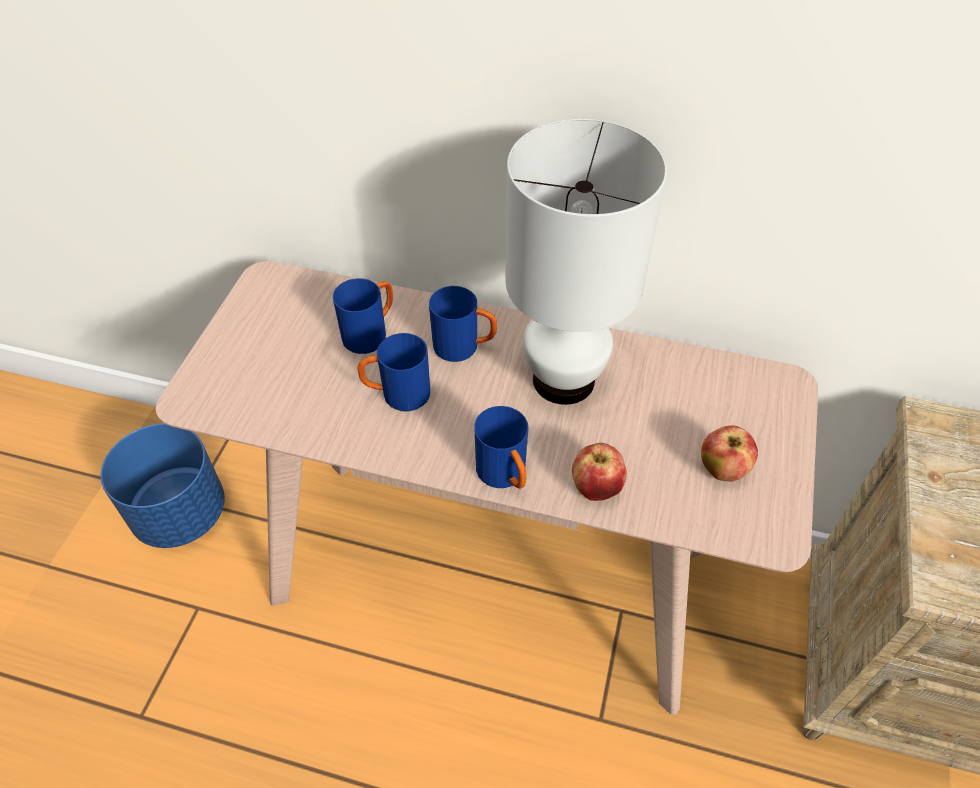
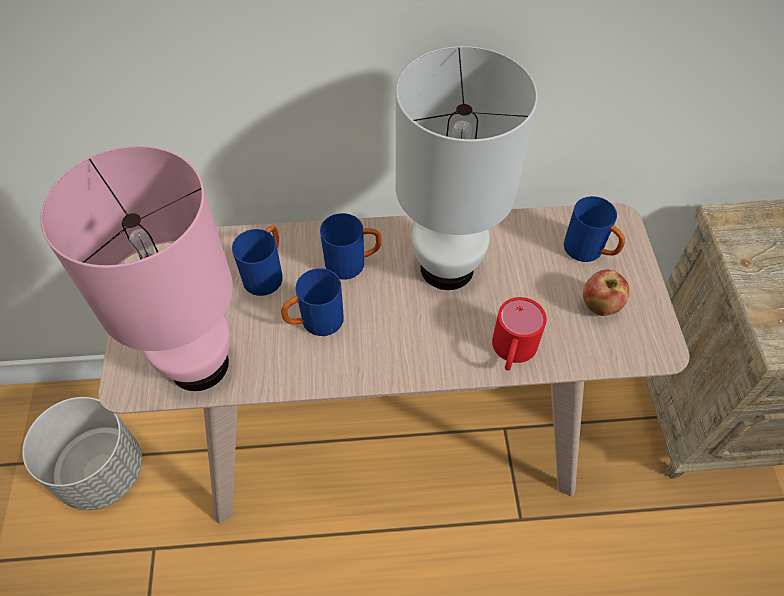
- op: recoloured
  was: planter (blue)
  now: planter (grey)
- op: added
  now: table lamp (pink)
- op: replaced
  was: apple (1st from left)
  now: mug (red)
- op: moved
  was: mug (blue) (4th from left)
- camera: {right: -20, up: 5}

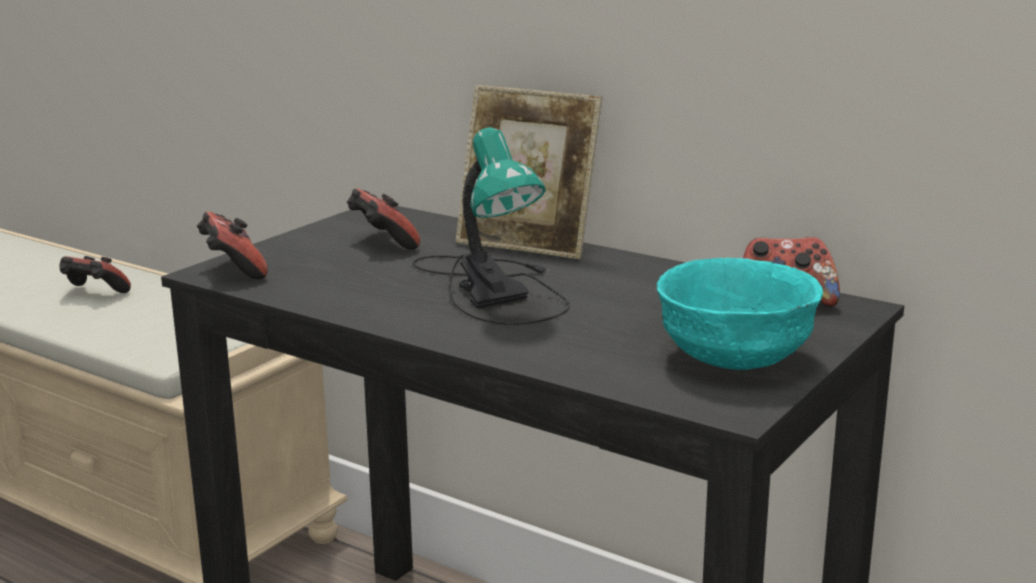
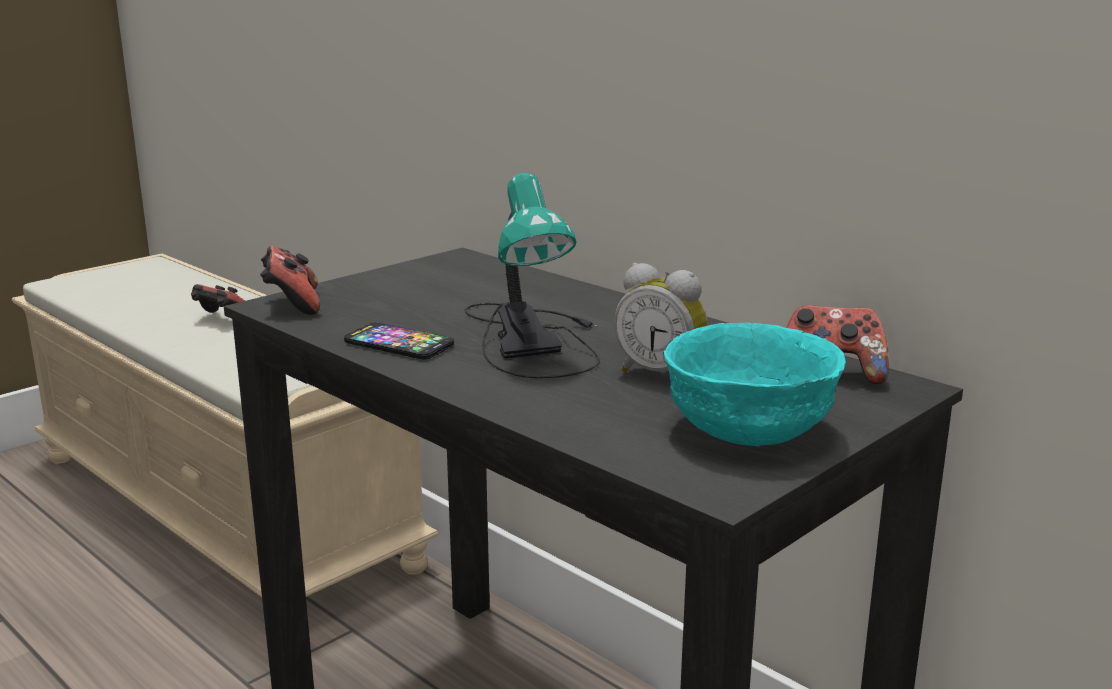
- op: added
  now: phone
- op: added
  now: alarm clock
- op: removed
  was: game controller (3rd from left)
- op: removed
  was: picture frame
- camera: {right: 10, up: 0}

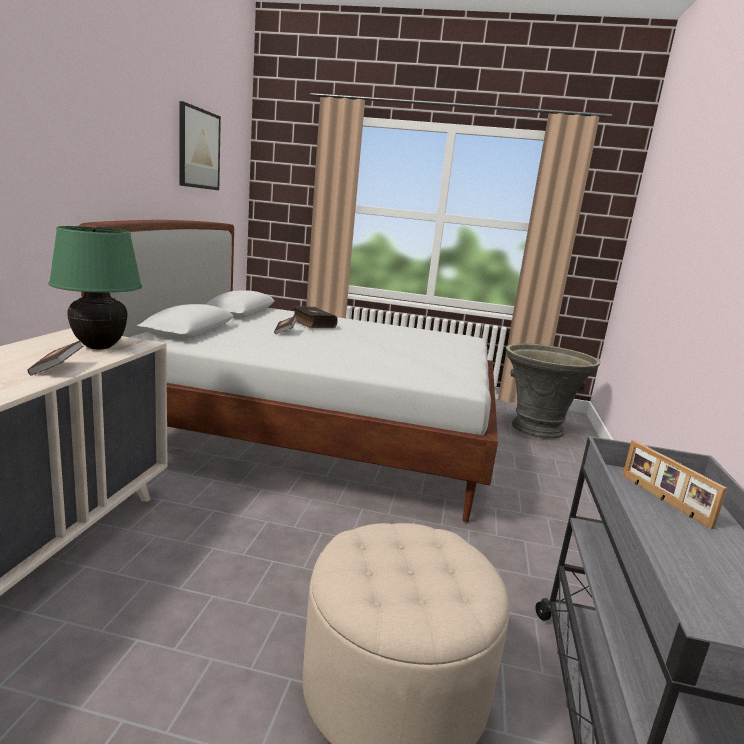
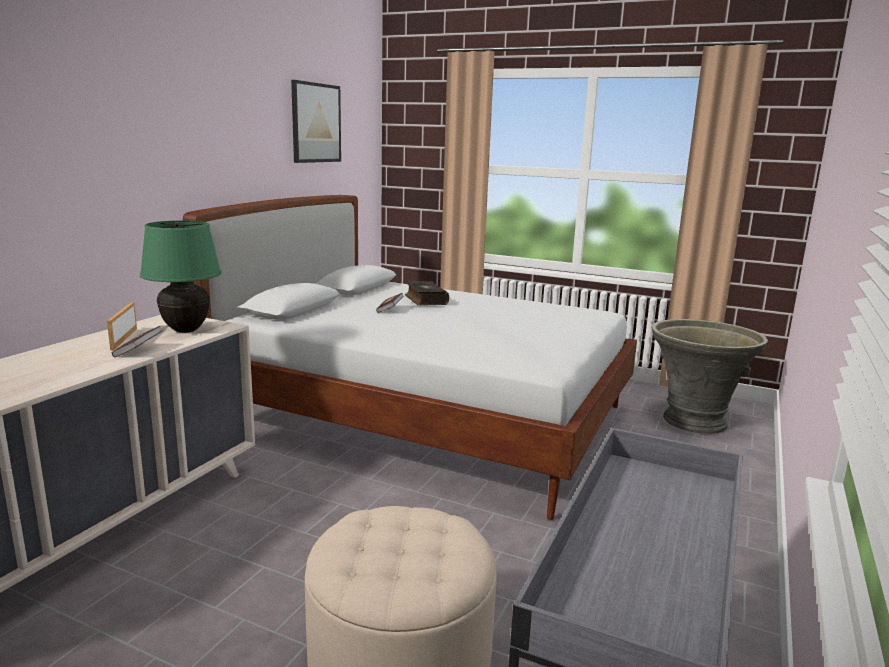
- op: moved
  was: picture frame
- camera: {right: 15, up: 0}

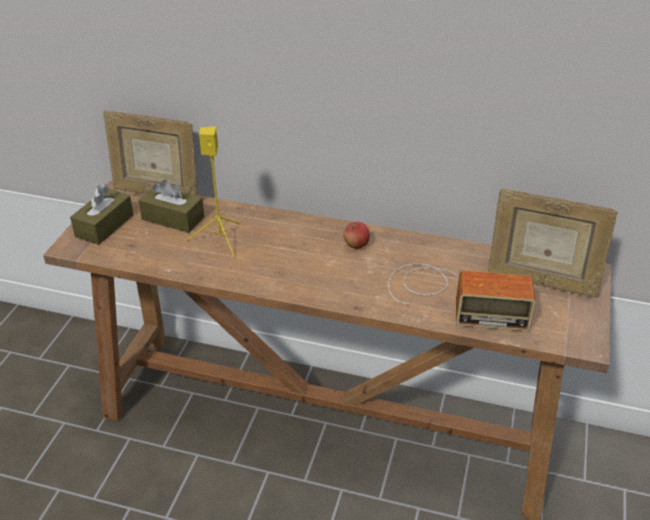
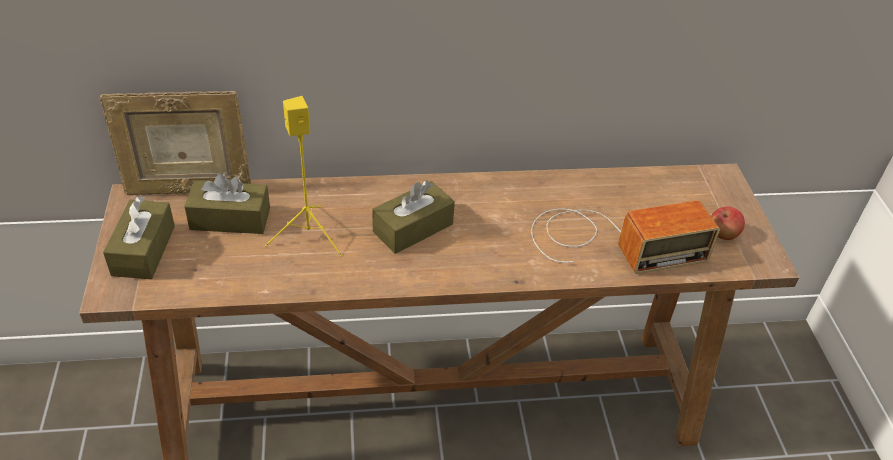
- op: added
  now: tissue box (brown) (3rd from left)
- op: moved
  was: apple
- op: removed
  was: picture frame (2nd from left)
- camera: {right: -25, up: 5}

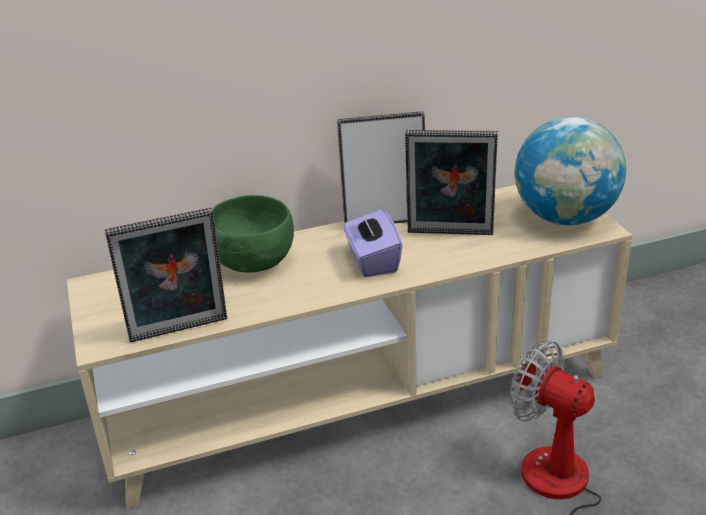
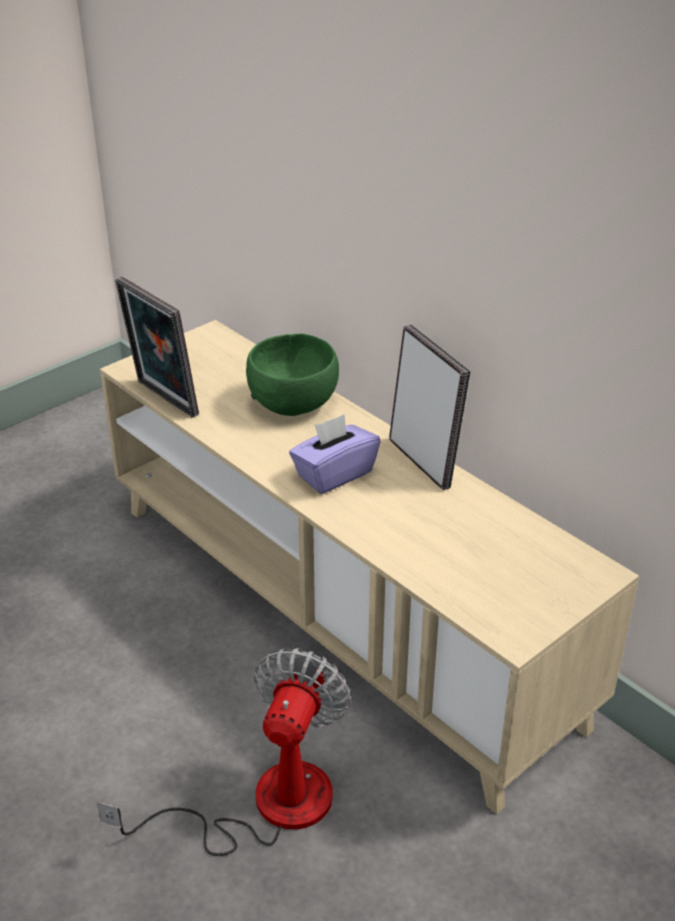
- op: removed
  was: picture frame (3rd from left)
- op: removed
  was: globe
- camera: {right: 65, up: 5}

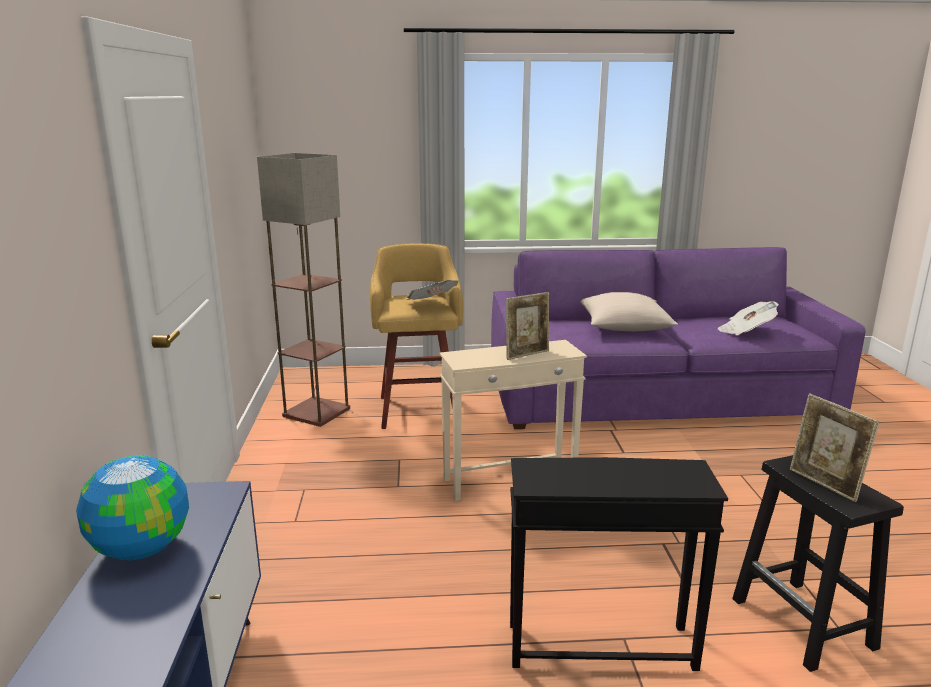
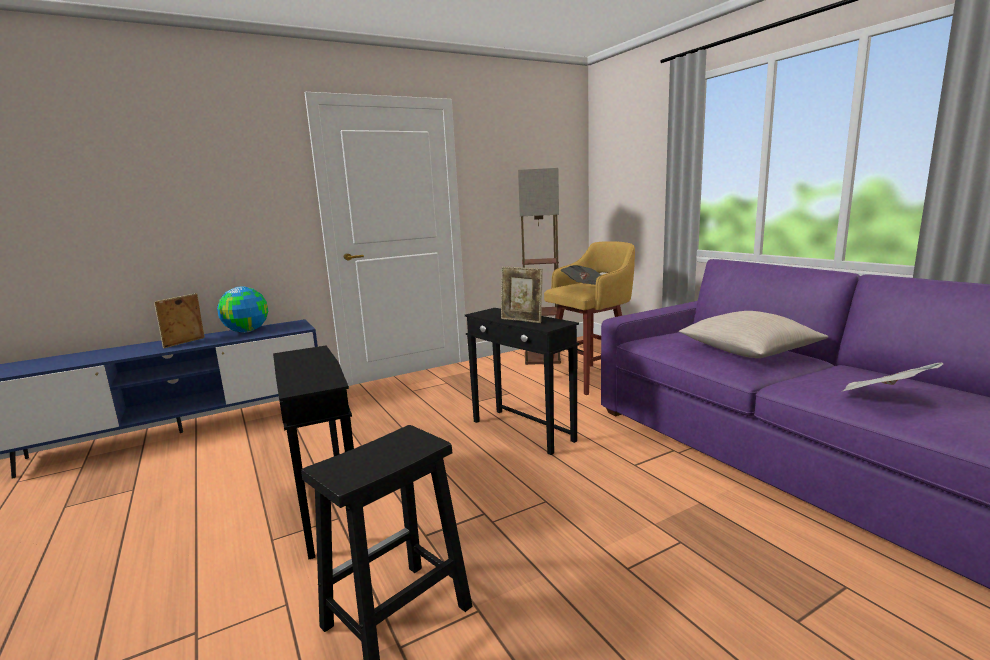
- op: moved
  was: picture frame (2nd from left in the first image)
  now: picture frame (1st from left)
- op: recoloured
  was: side table (beige)
  now: side table (black) (2nd from left)
- camera: {right: 65, up: -5}

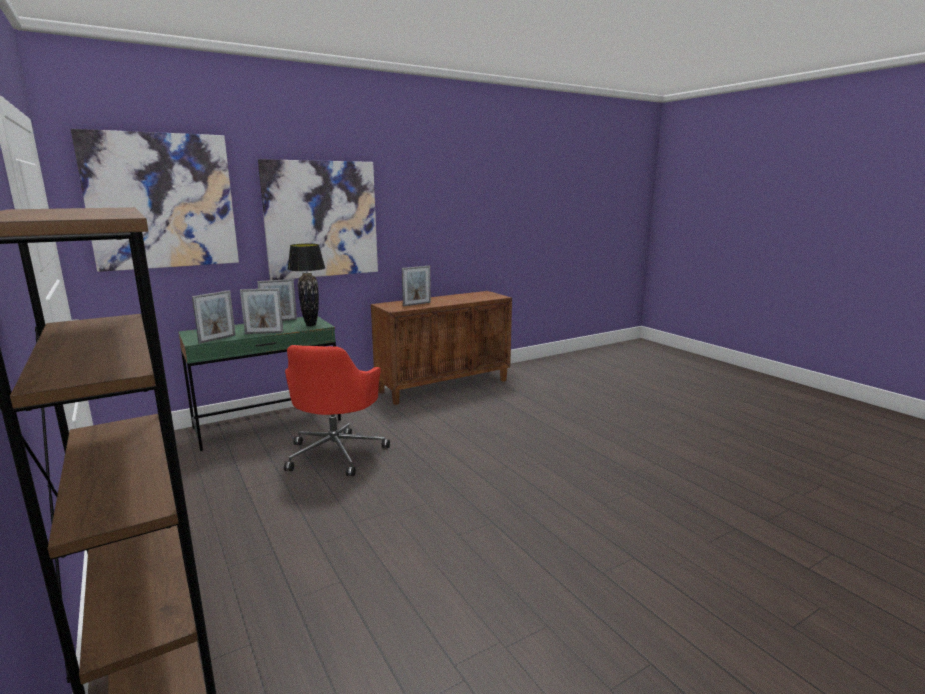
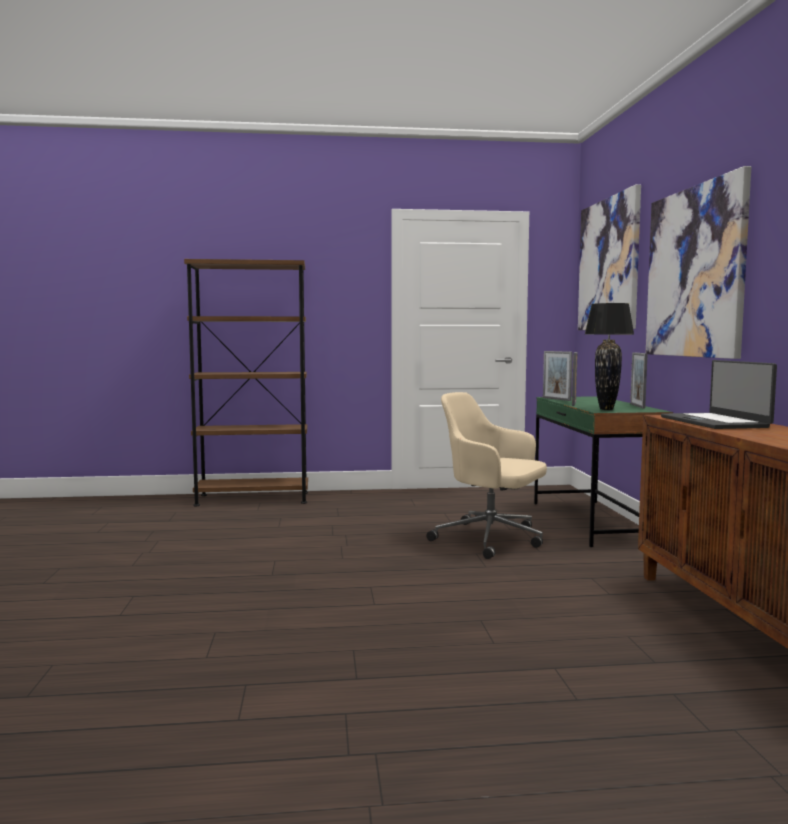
- op: recoloured
  was: office chair (red)
  now: office chair (beige)
- op: replaced
  was: picture frame (4th from left)
  now: laptop
- camera: {right: 115, up: -10}

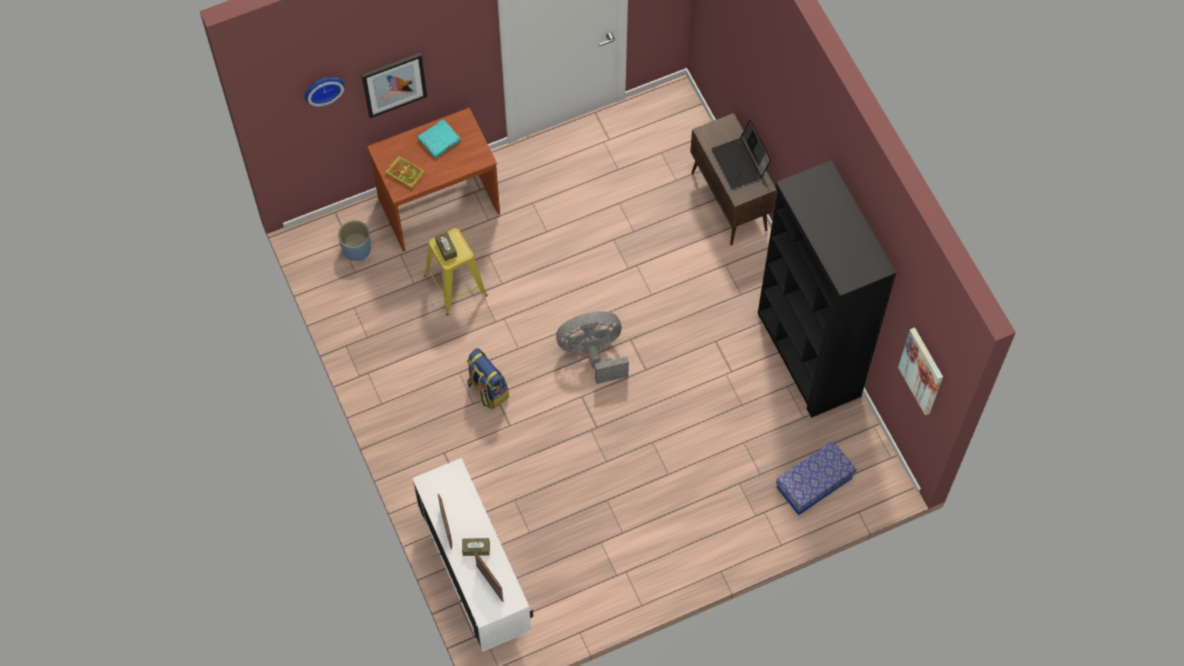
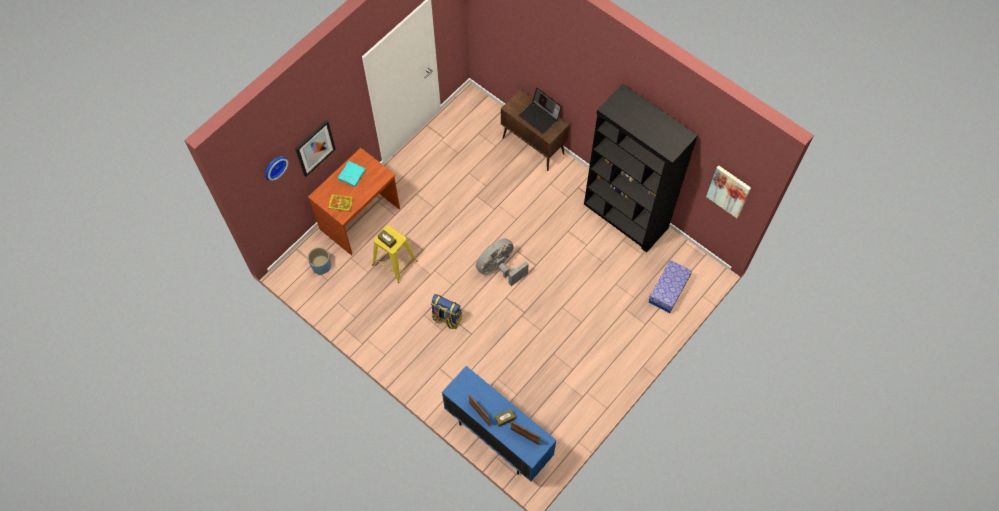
- op: recoloured
  was: cabinet (white)
  now: cabinet (blue)
- camera: {right: -25, up: 0}

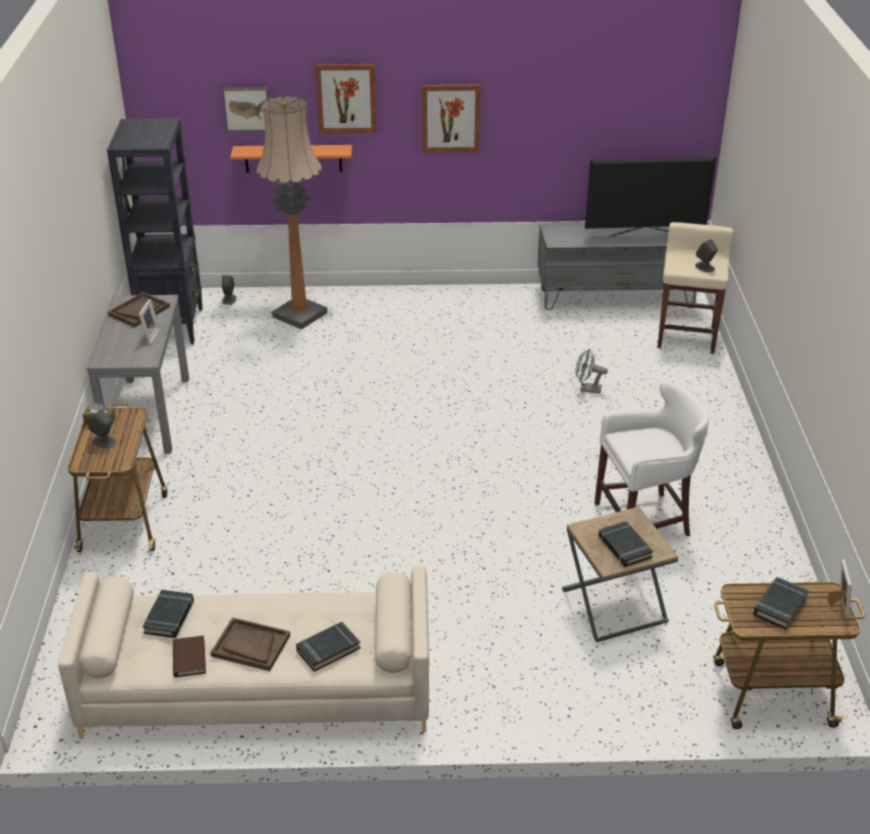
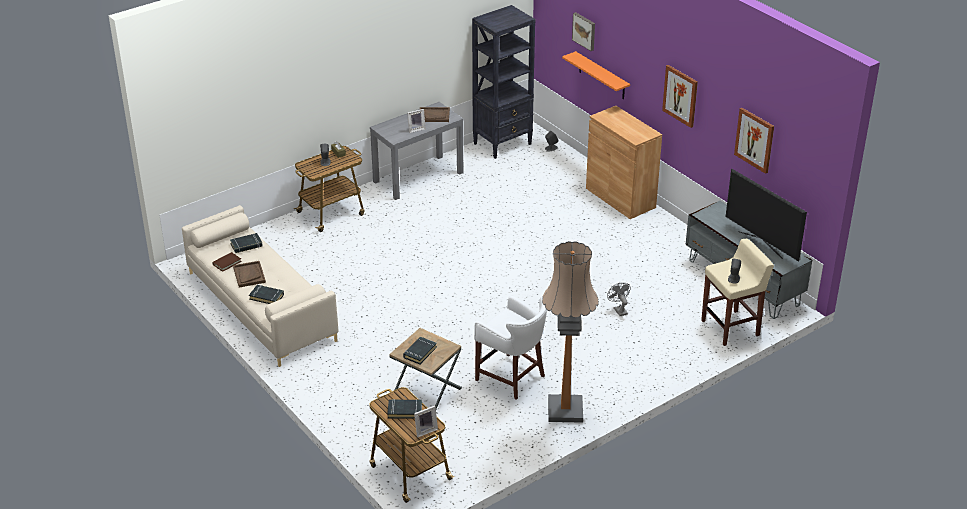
- op: moved
  was: floor lamp
- op: added
  now: cabinet (brown)
- op: moved
  was: picture (2nd from left in the first image)
  now: picture (3rd from left)
- camera: {right: 55, up: 0}

